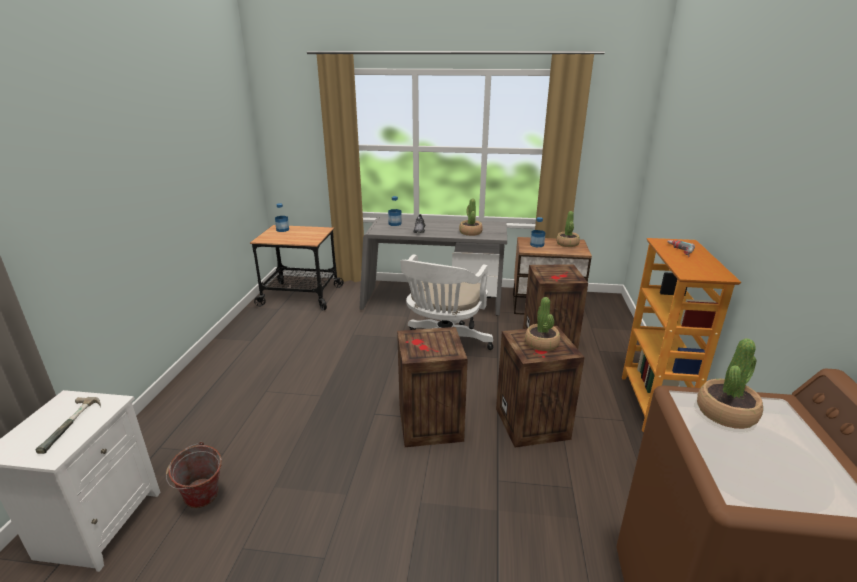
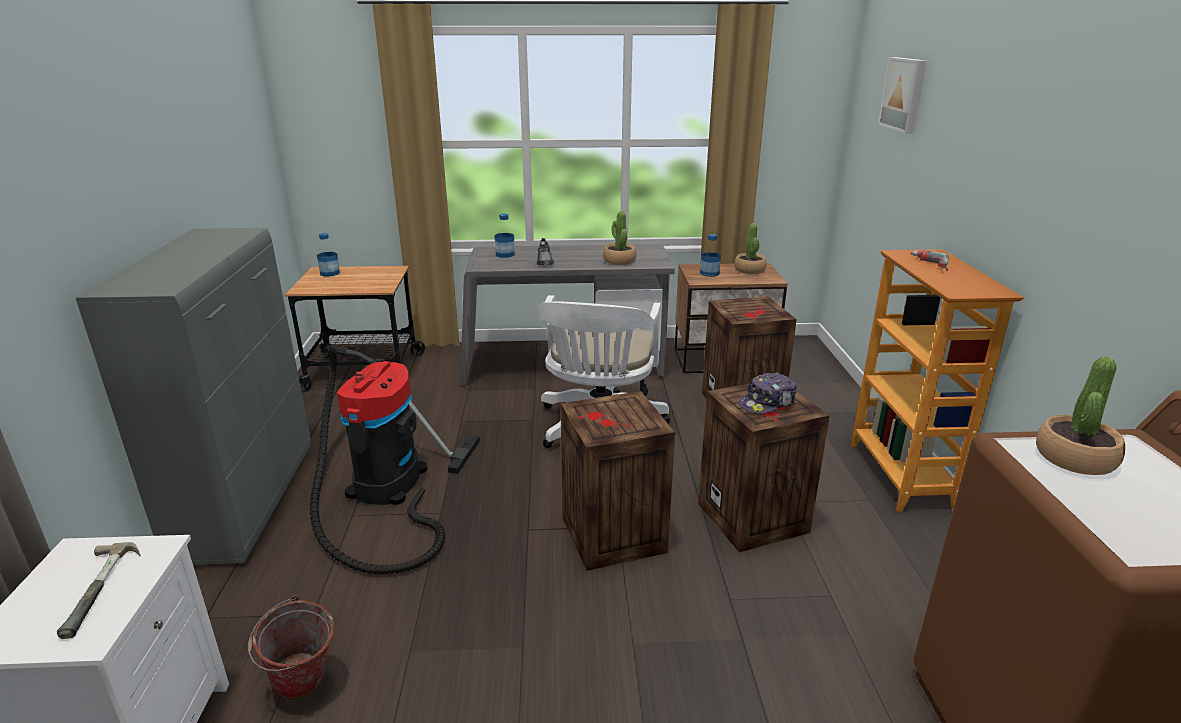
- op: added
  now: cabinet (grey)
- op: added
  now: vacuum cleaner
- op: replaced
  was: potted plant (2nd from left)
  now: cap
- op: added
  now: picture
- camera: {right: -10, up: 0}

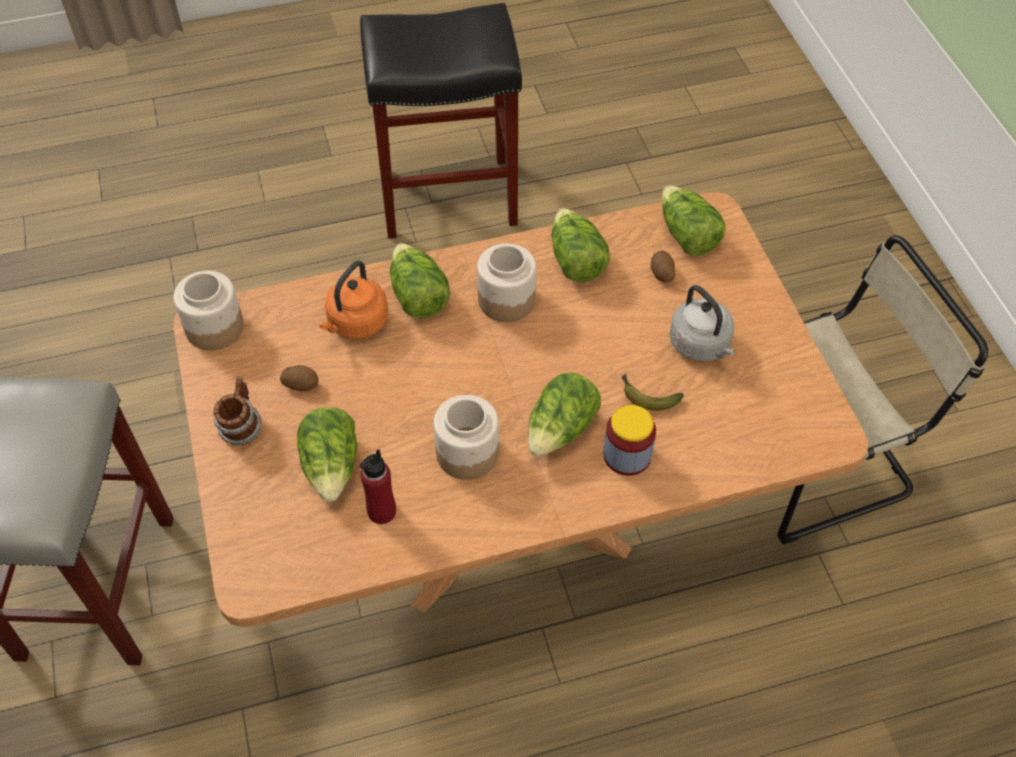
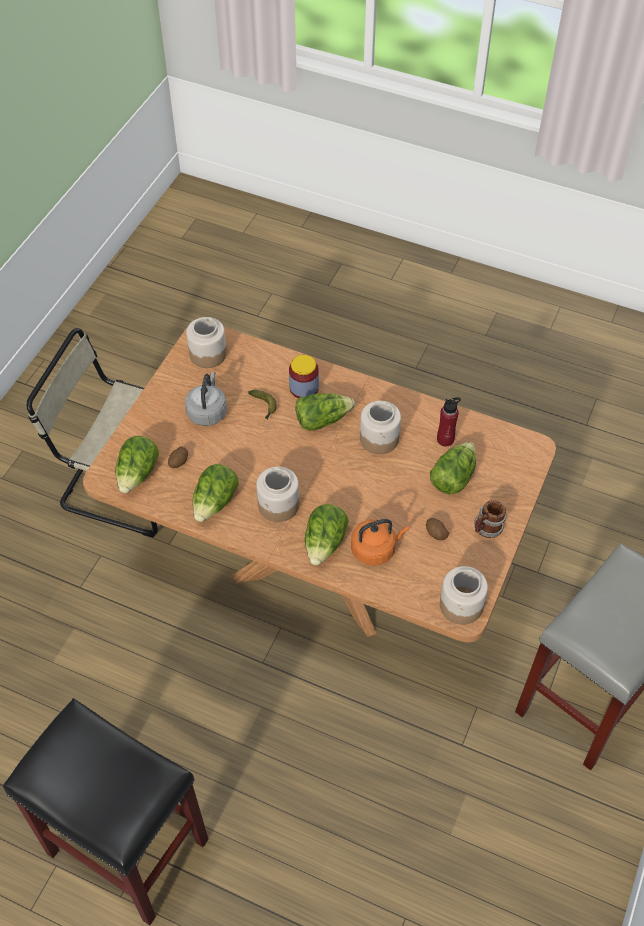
- op: added
  now: jar (1st from left)
- camera: {right: -140, up: 0}

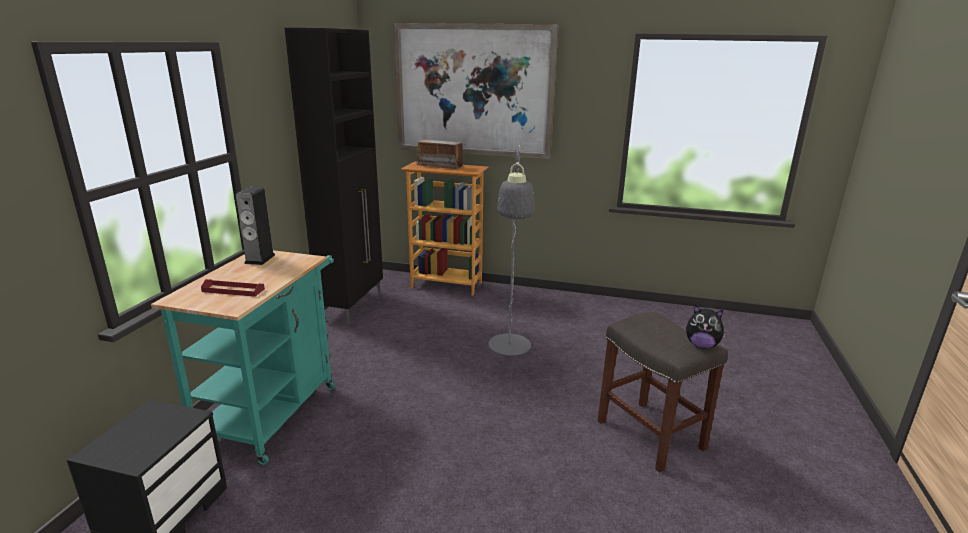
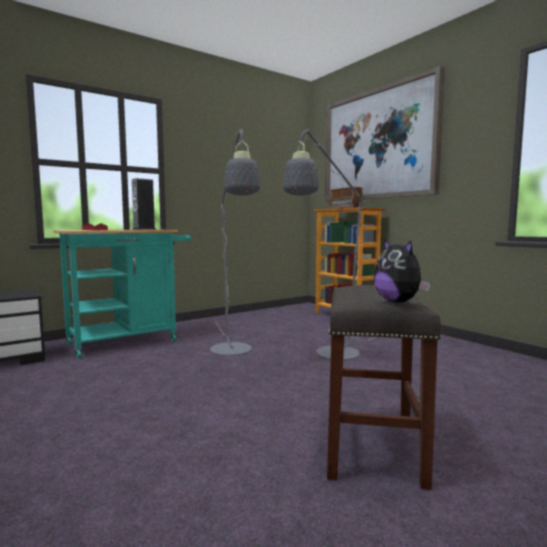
- op: added
  now: floor lamp (grey) (1st from left)
- op: removed
  was: cabinet (black)
- camera: {right: 40, up: -15}

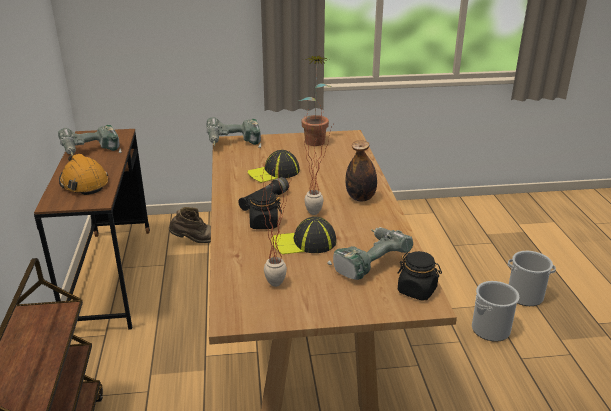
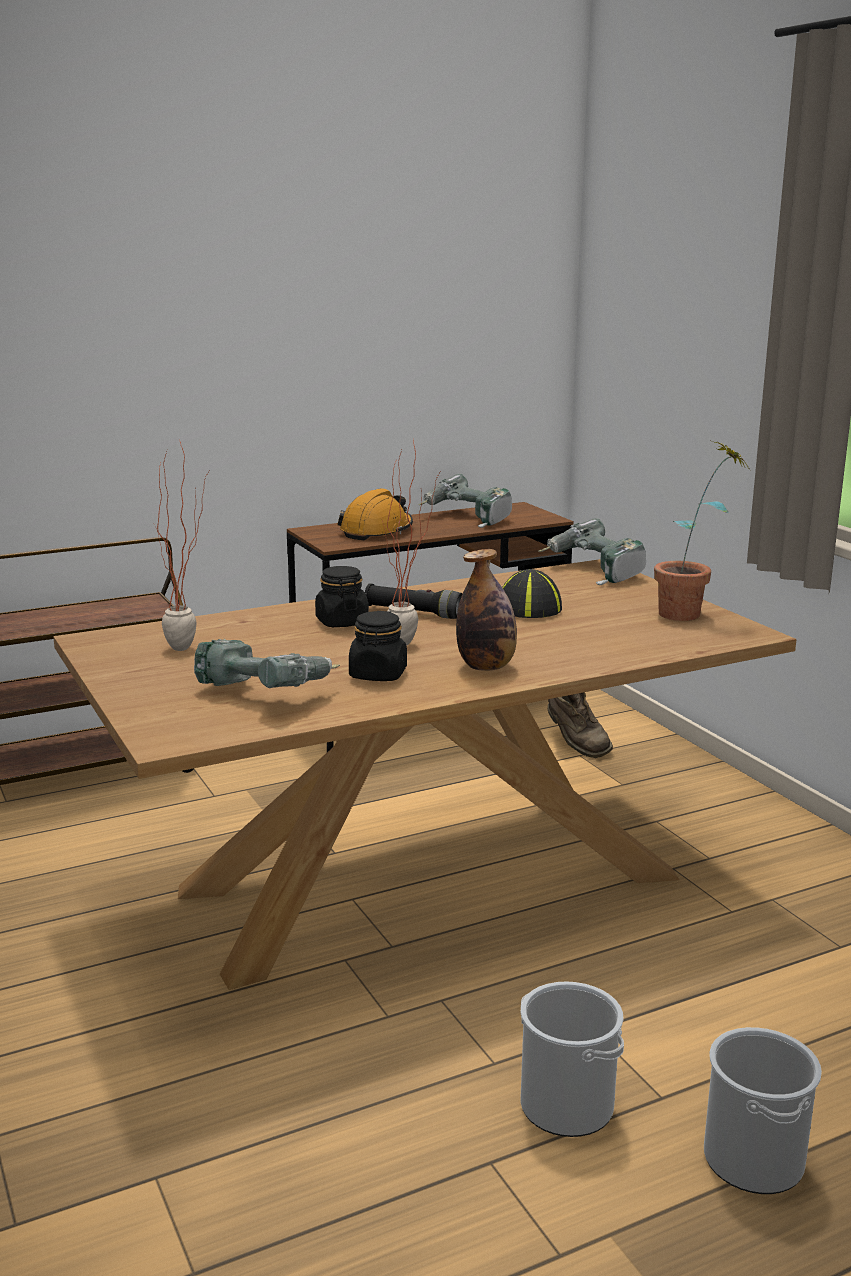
- op: moved
  was: jar (black) (2nd from left)
- op: removed
  was: cap (2nd from left)
- camera: {right: 70, up: -10}

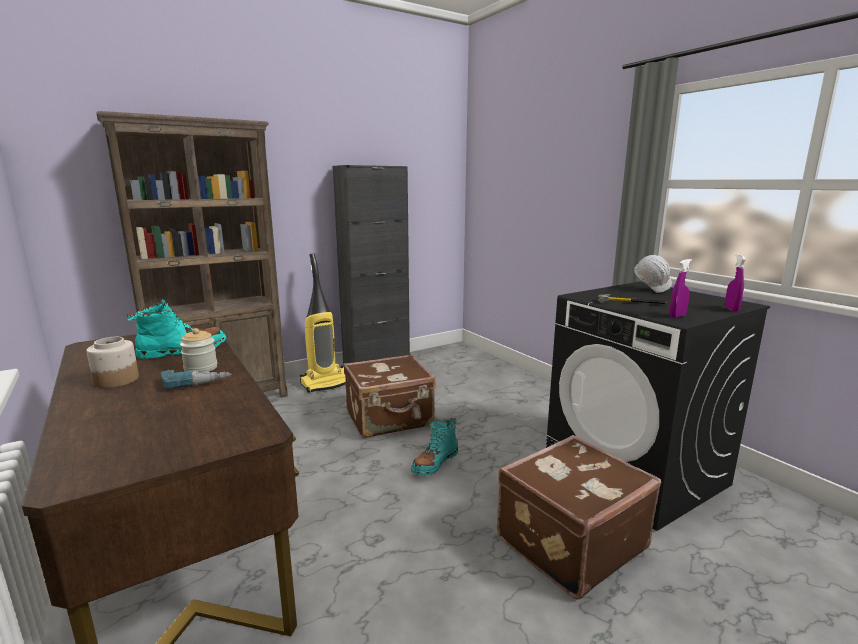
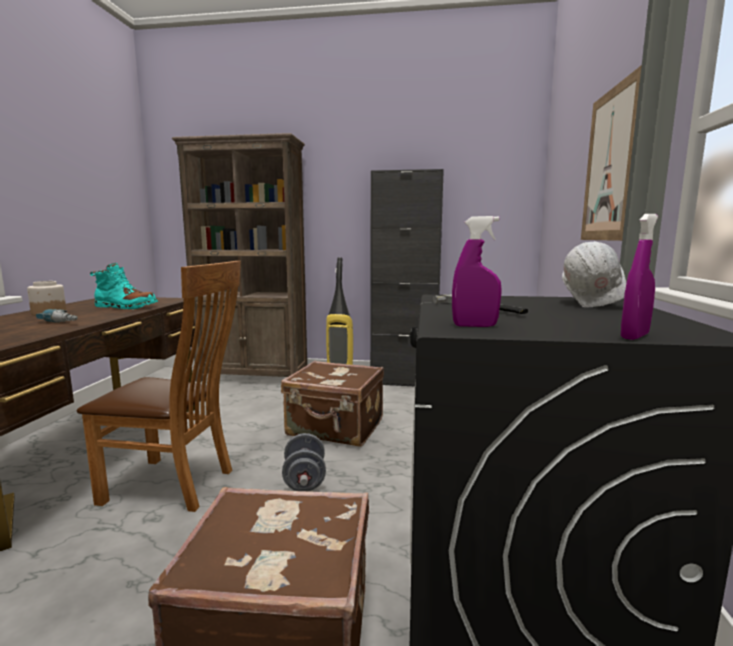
- op: added
  now: chair (brown)
- op: replaced
  was: boot (turquoise) (2nd from left)
  now: dumbbell (grey)
- op: added
  now: picture
- op: removed
  was: jar (2nd from left)
- camera: {right: 40, up: -5}

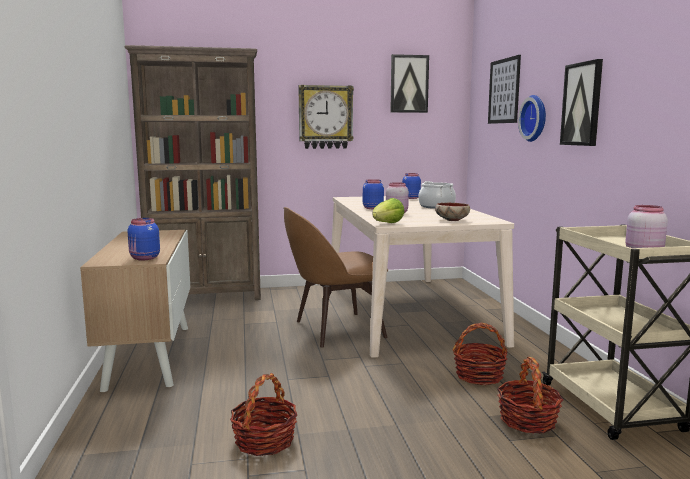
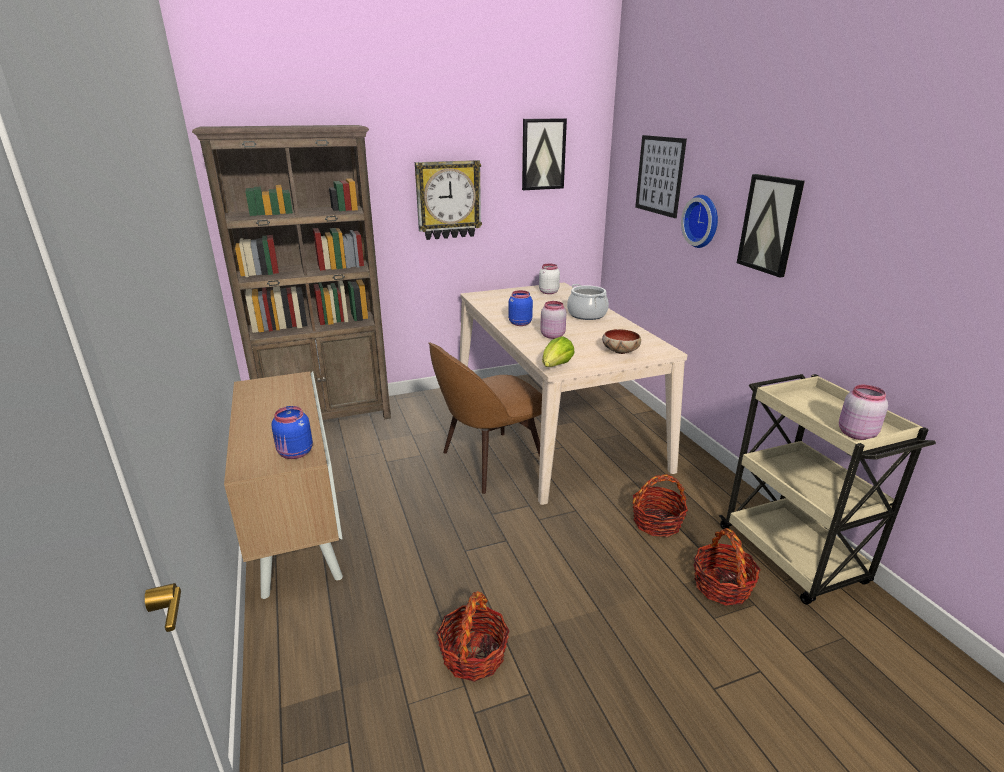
- op: recoloured
  was: jar (blue) (3rd from left)
  now: jar (white)
- camera: {right: -10, up: 15}

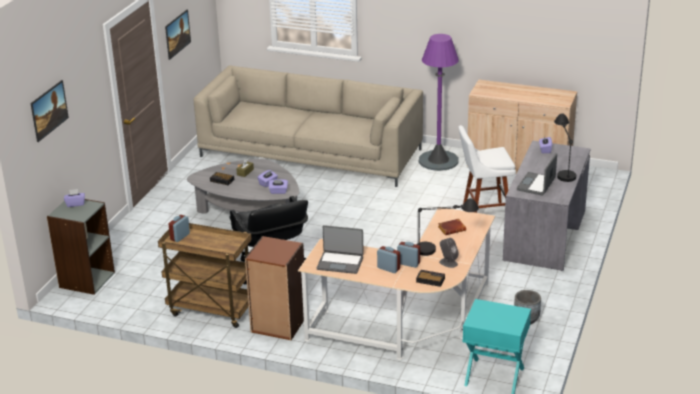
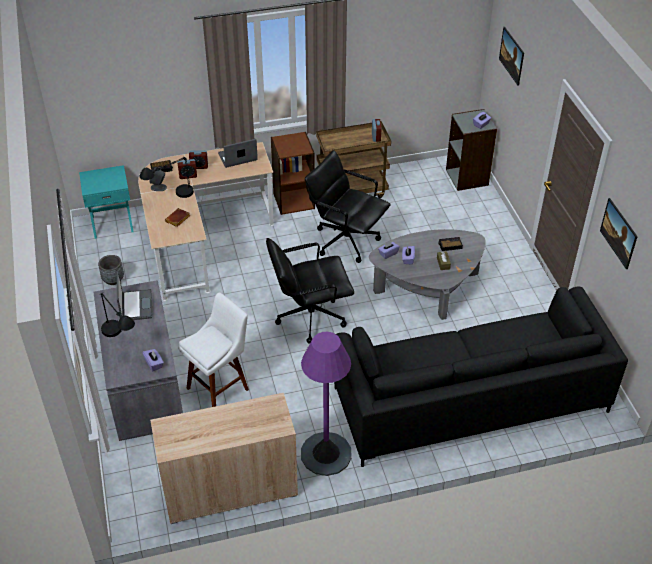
- op: added
  now: office chair (black) (1st from left)
- op: recoloured
  was: sofa (beige)
  now: sofa (black)
- camera: {right: 145, up: 15}

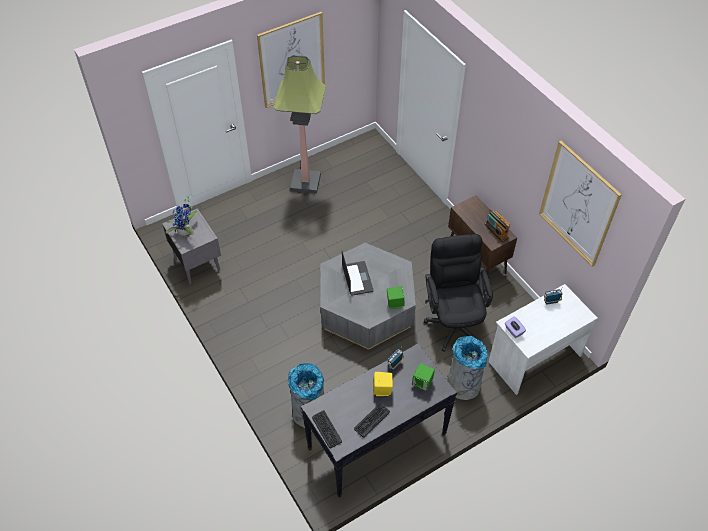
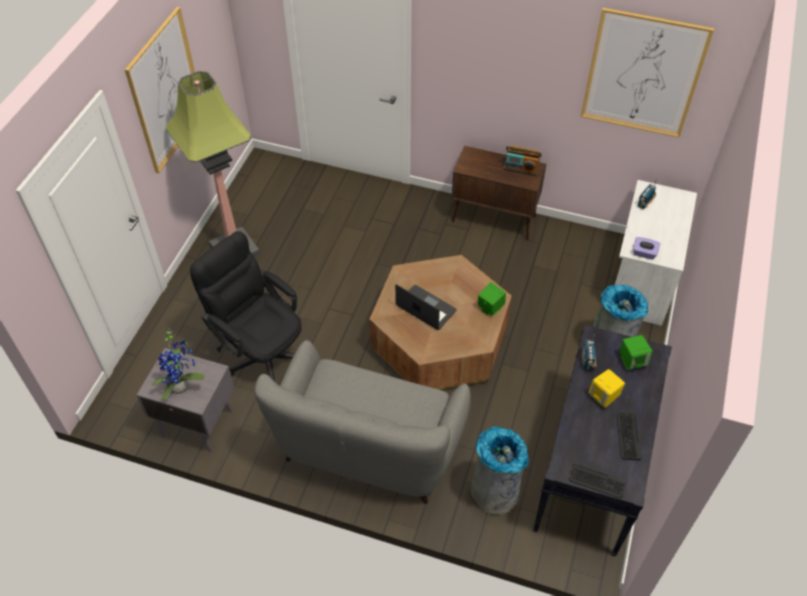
- op: moved
  was: office chair (black)
- op: added
  now: sofa (grey)
- op: recoloured
  was: coffee table (grey)
  now: coffee table (brown)
- camera: {right: -40, up: 0}

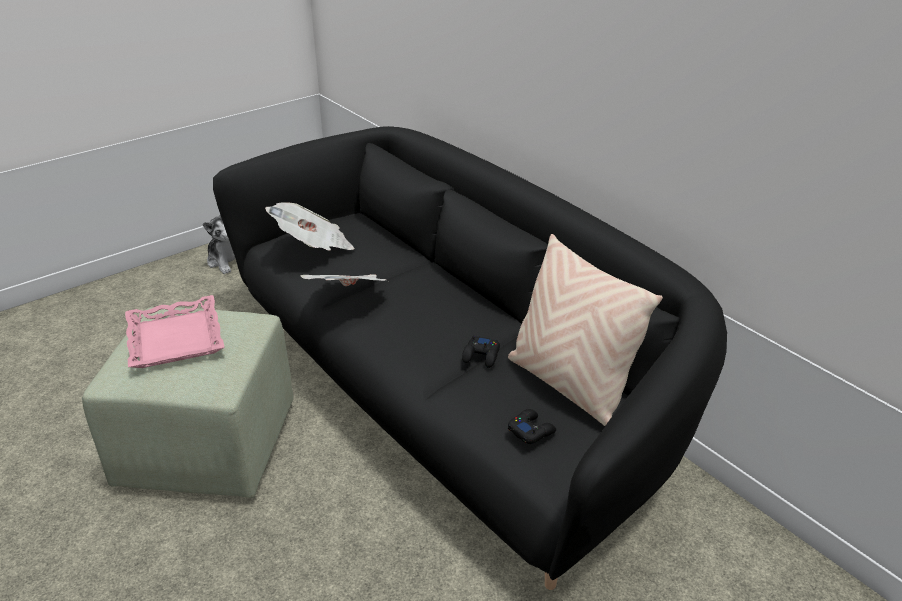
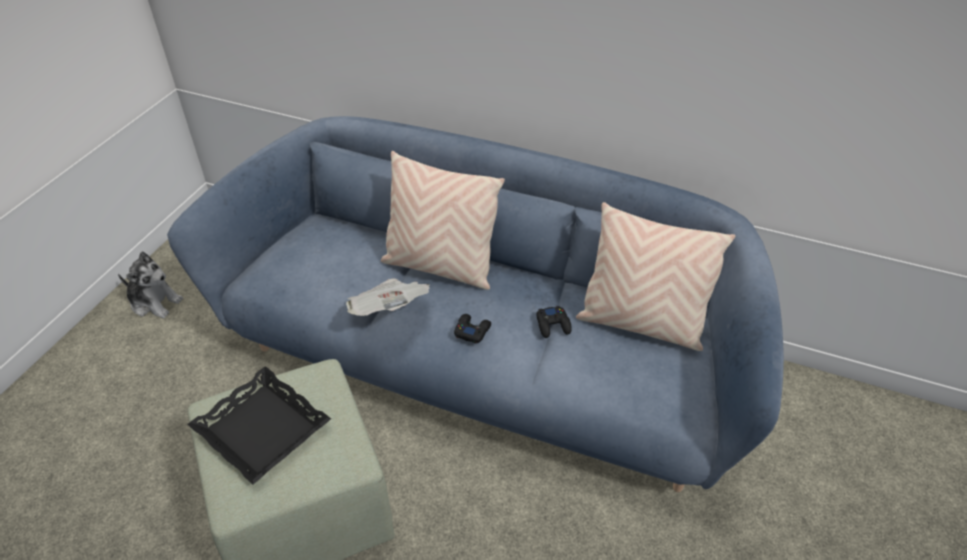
- op: recoloured
  was: sofa (black)
  now: sofa (blue)
- op: recoloured
  was: tray (pink)
  now: tray (black)
- op: added
  now: pillow (beige) (1st from left)
- op: moved
  was: game controller (black) (2nd from left in the first image)
  now: game controller (black) (1st from left)
- op: removed
  was: newspaper (1st from left)
- camera: {right: -30, up: 10}

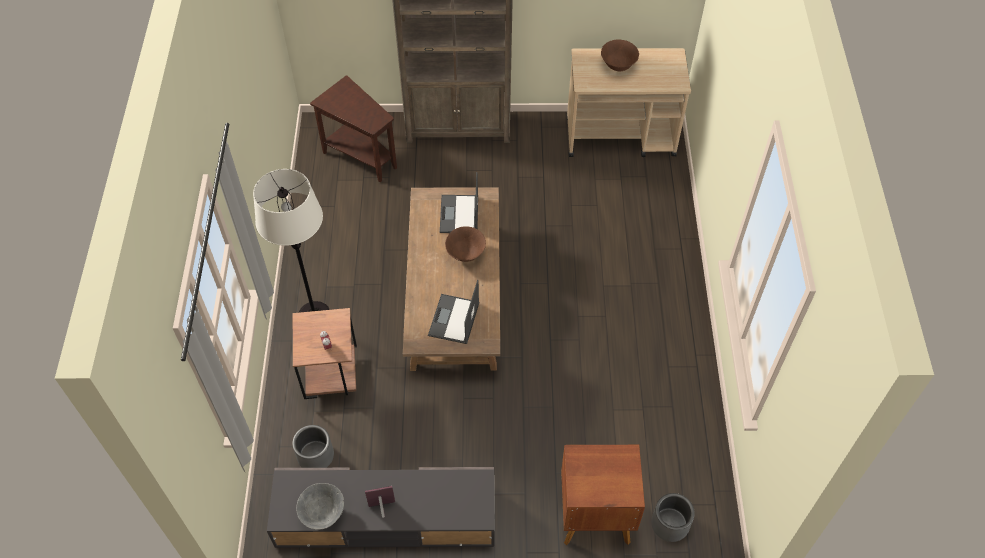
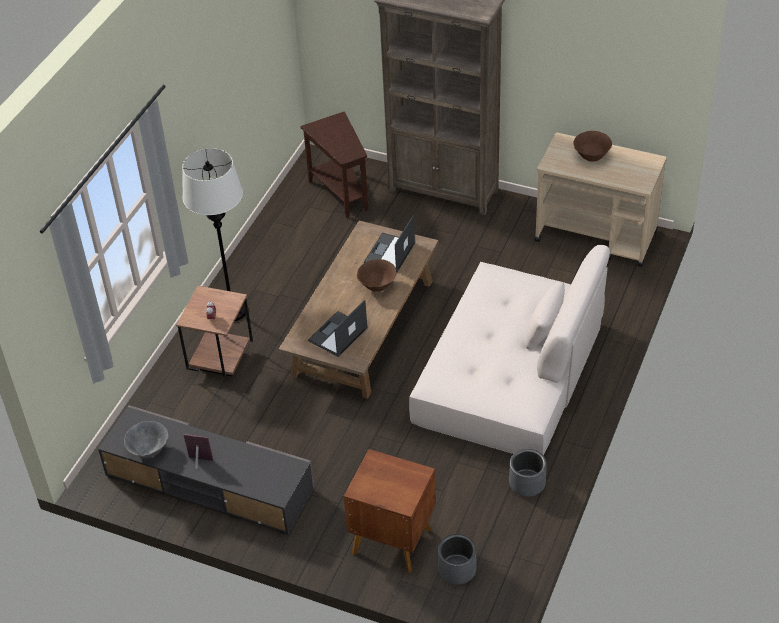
- op: added
  now: sofa (beige)
- op: moved
  was: planter (grey) (1st from left in the first image)
  now: planter (grey) (2nd from left)
- camera: {right: 25, up: -10}

